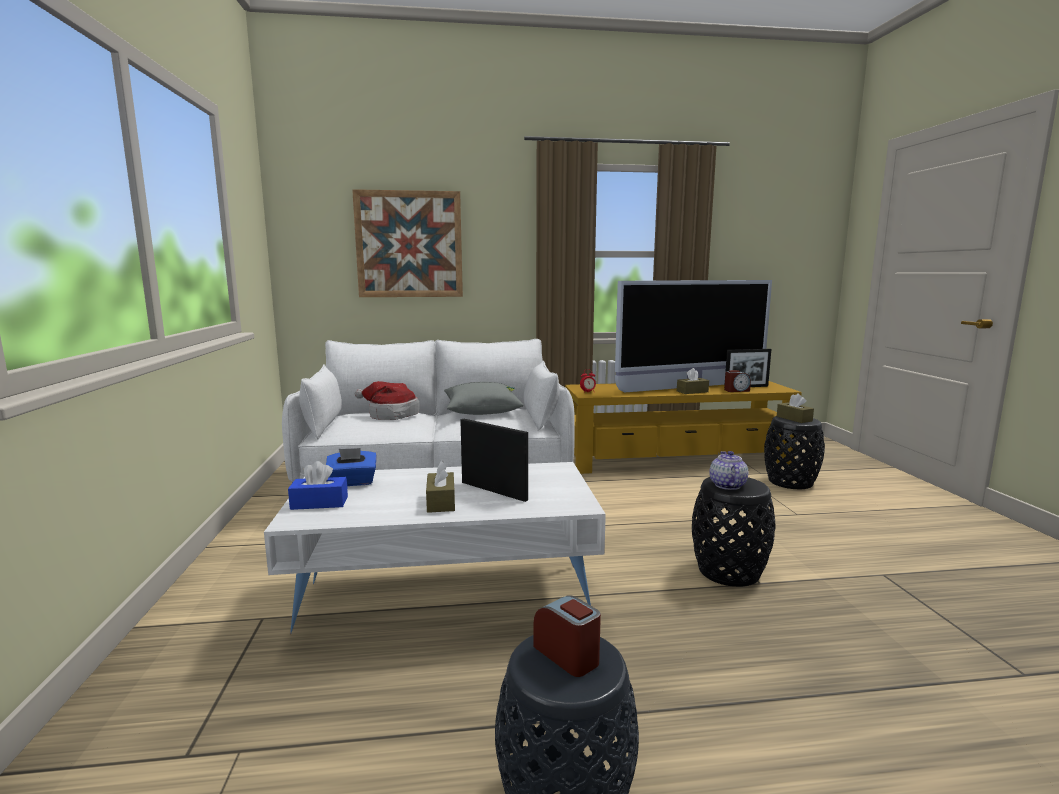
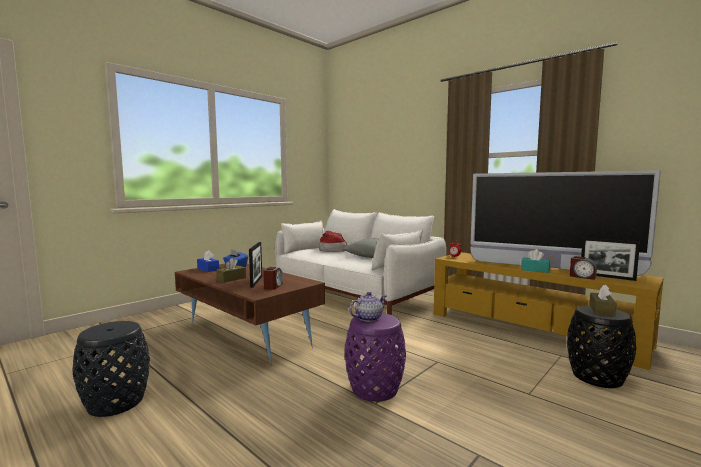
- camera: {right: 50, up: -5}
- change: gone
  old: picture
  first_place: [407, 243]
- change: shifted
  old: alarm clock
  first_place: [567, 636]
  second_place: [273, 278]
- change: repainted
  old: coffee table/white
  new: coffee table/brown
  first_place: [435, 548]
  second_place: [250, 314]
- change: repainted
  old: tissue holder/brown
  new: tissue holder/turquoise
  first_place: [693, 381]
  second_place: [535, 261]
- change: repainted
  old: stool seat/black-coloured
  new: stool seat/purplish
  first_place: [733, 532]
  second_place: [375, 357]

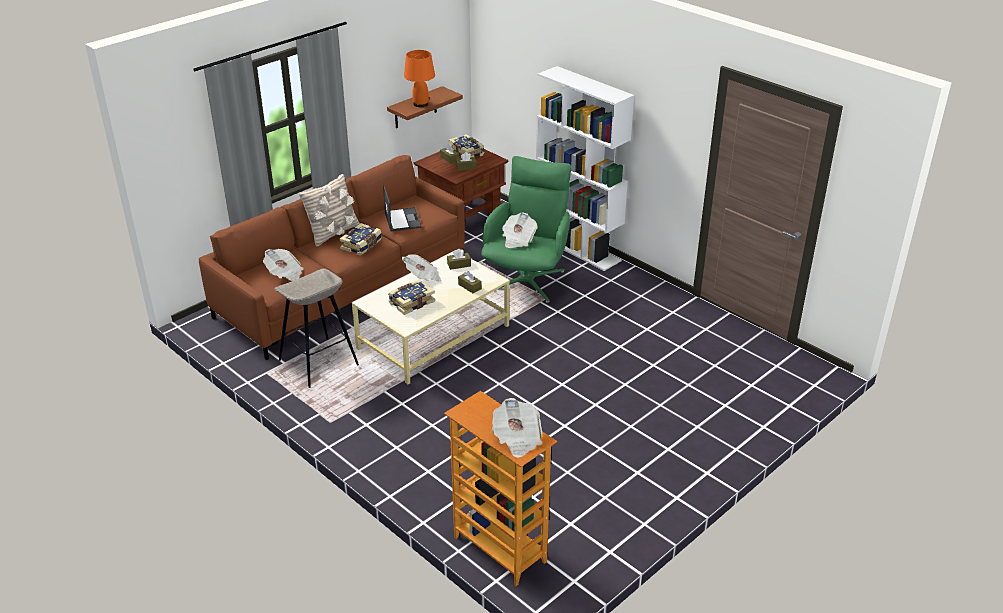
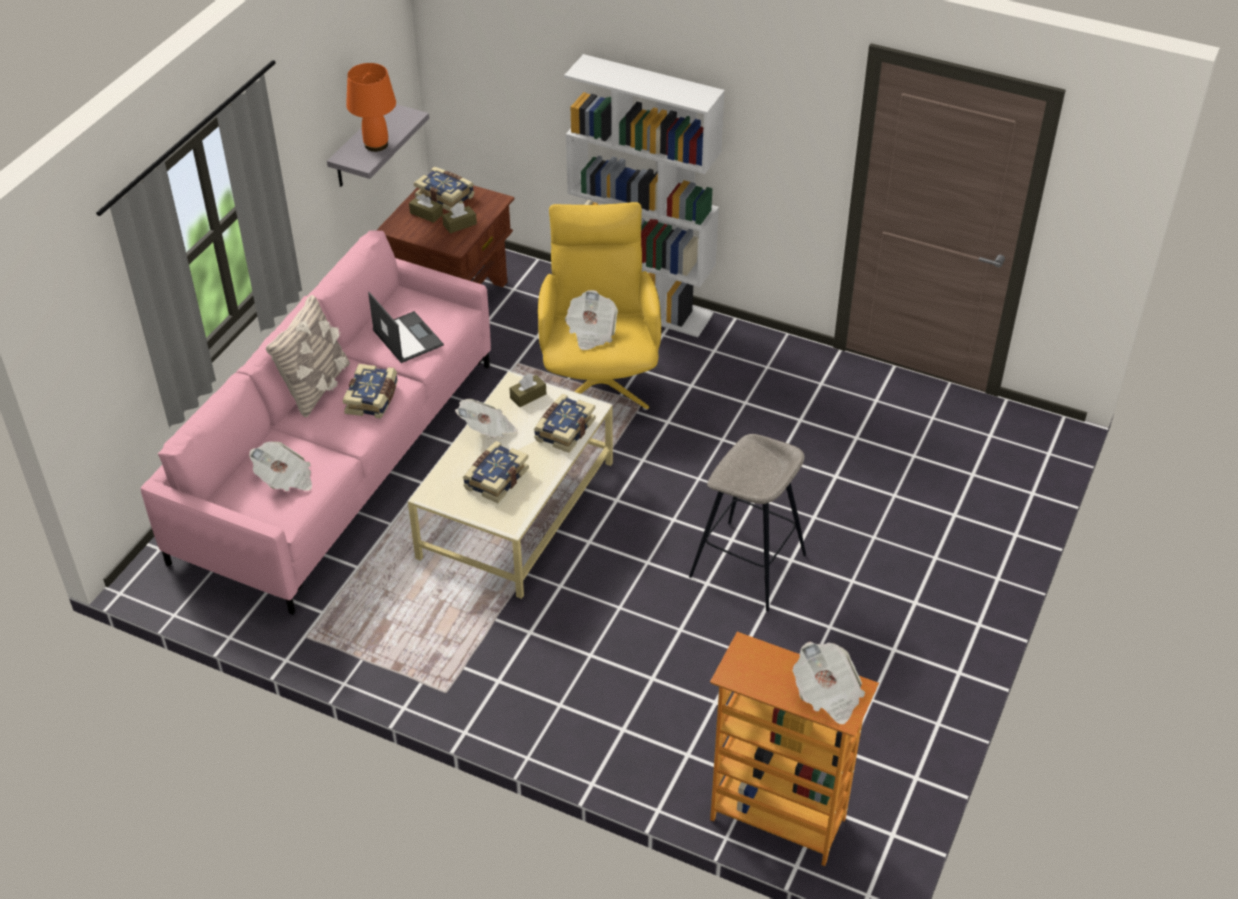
- camera: {right: -20, up: 10}
- change: shifted
  old: stool seat/grey
  first_place: [316, 328]
  second_place: [747, 522]
- change: swapped
  old: tissue holder/brown
  new: bound book
  first_place: [470, 282]
  second_place: [564, 423]
- change: repainted
  old: couch/brown
  new: couch/pink
  first_place: [331, 257]
  second_place: [316, 422]
- change: repainted
  old: shelf/brown
  new: shelf/grey
  first_place: [425, 107]
  second_place: [378, 145]
- change: repainted
  old: lounge chair/green-coloured
  new: lounge chair/yellow-coloured
  first_place: [526, 229]
  second_place: [599, 306]

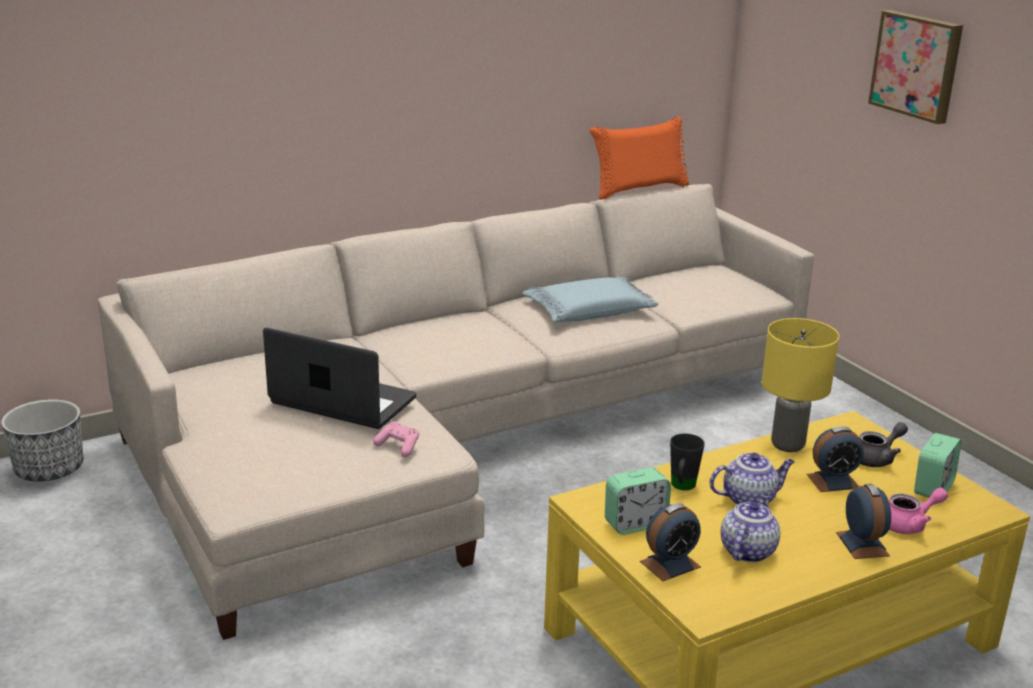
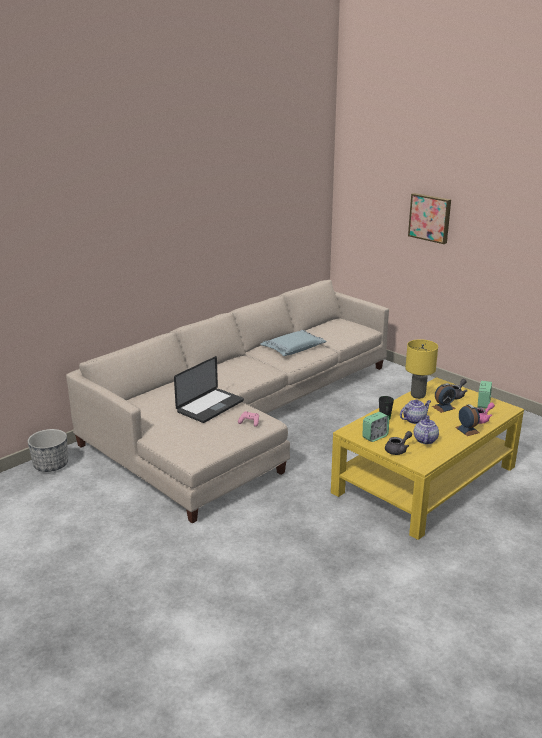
- camera: {right: -15, up: 0}
- change: gone
  old: cushion/orange
  first_place: [639, 158]
- change: swapped
  old: alarm clock
  new: teapot/grey
  first_place: [670, 542]
  second_place: [398, 443]
- change: rotated
  old: laptop
  first_place: [339, 378]
  second_place: [209, 389]
  degrees: 120

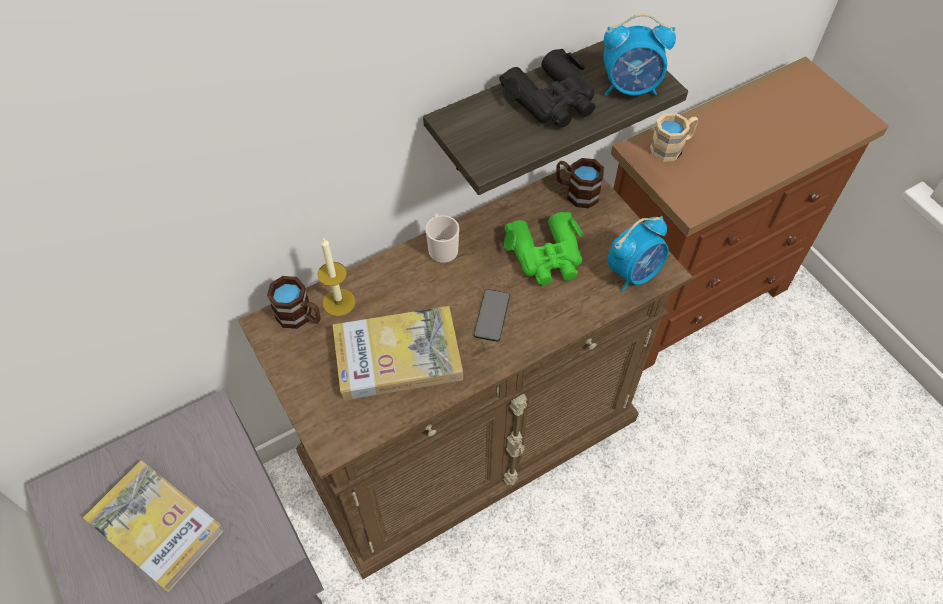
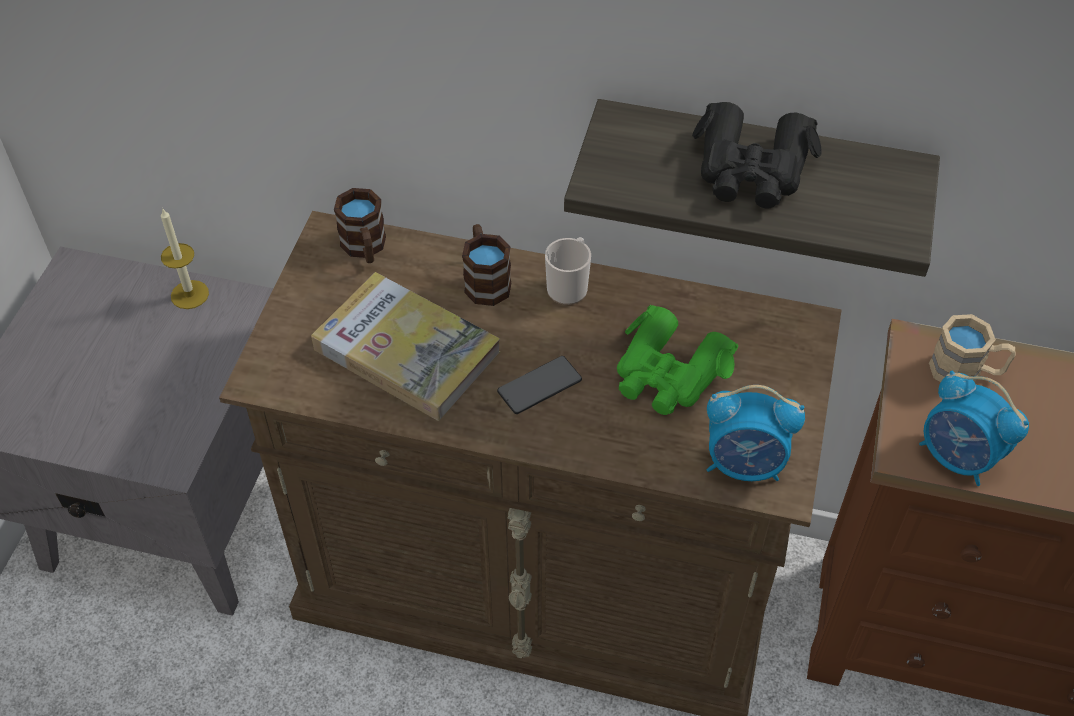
- camera: {right: 45, up: -5}
- change: gone
  old: bound book
  first_place: [153, 526]
- change: shifted
  old: wax candle
  first_place: [336, 276]
  second_place: [185, 259]
- change: shifted
  old: coffee mug/brown
  first_place: [580, 183]
  second_place: [486, 265]
- change: shifted
  old: alarm clock
  first_place: [640, 55]
  second_place: [974, 428]

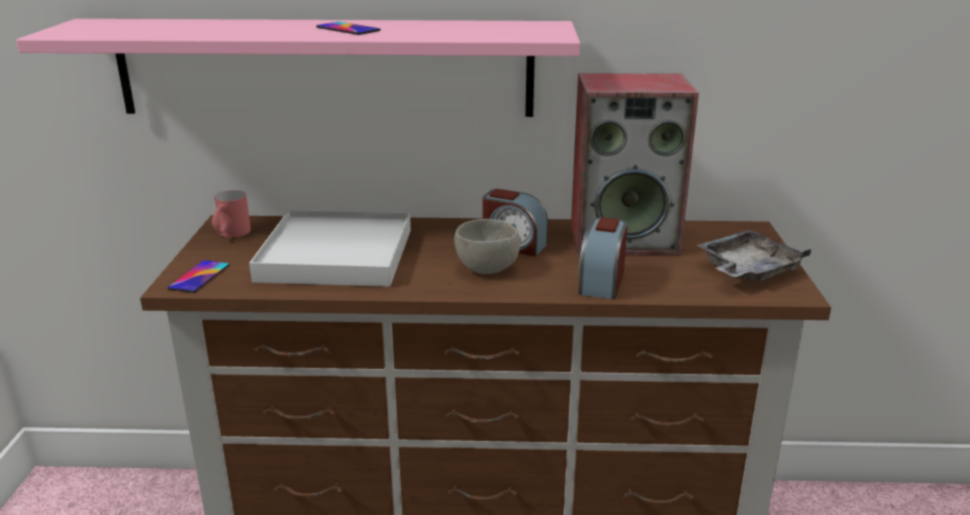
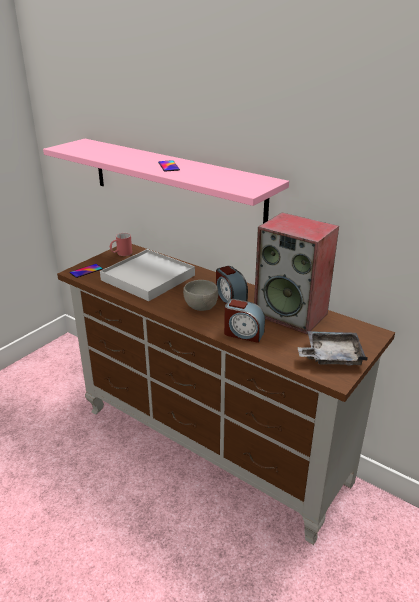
- camera: {right: 35, up: 5}
- change: rotated
  old: alarm clock
  first_place: [603, 258]
  second_place: [244, 321]
  degrees: -120

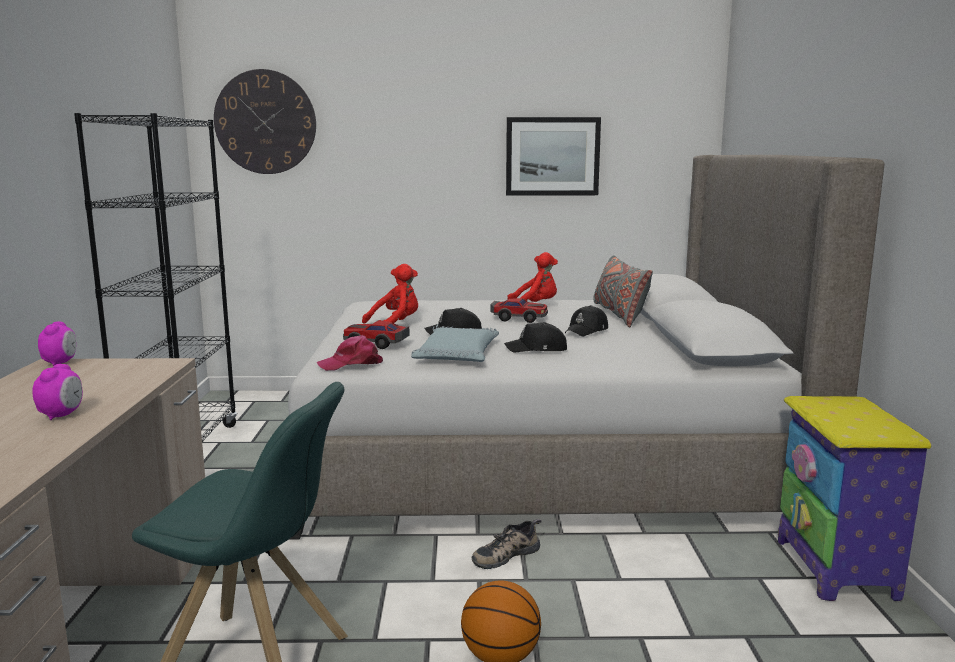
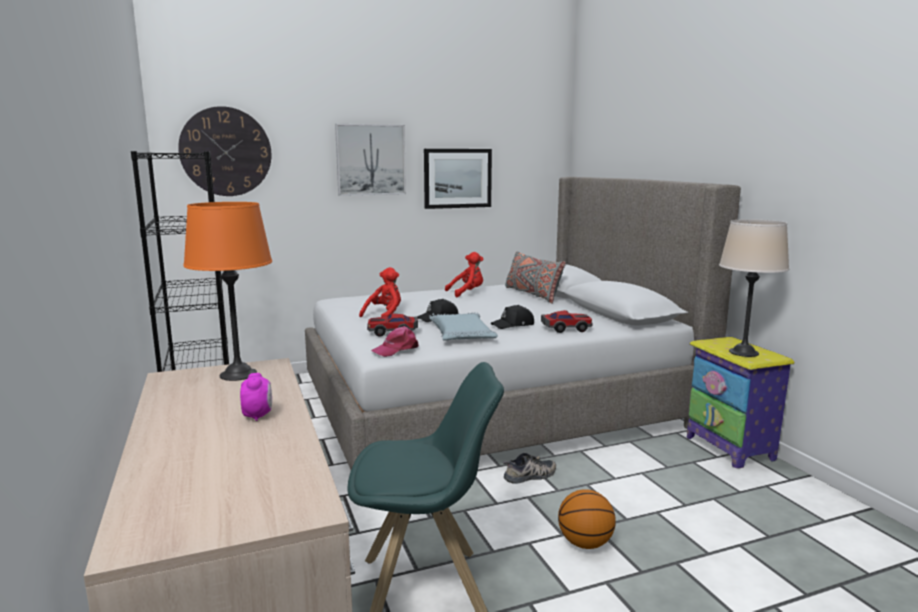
- camera: {right: -20, up: 0}
- change: gone
  old: alarm clock
  first_place: [57, 344]
- change: gone
  old: baseball cap/black-coloured
  first_place: [586, 320]
- change: new
  new: lamp for a table/orange
  second_place: [227, 291]
- change: new
  new: picture
  second_place: [370, 160]
- change: new
  new: lamp for a table/beige
  second_place: [754, 288]
- change: shifted
  old: model car
  first_place: [519, 310]
  second_place: [567, 321]
- change: rotated
  old: low shoe
  first_place: [507, 544]
  second_place: [529, 468]
  degrees: -150

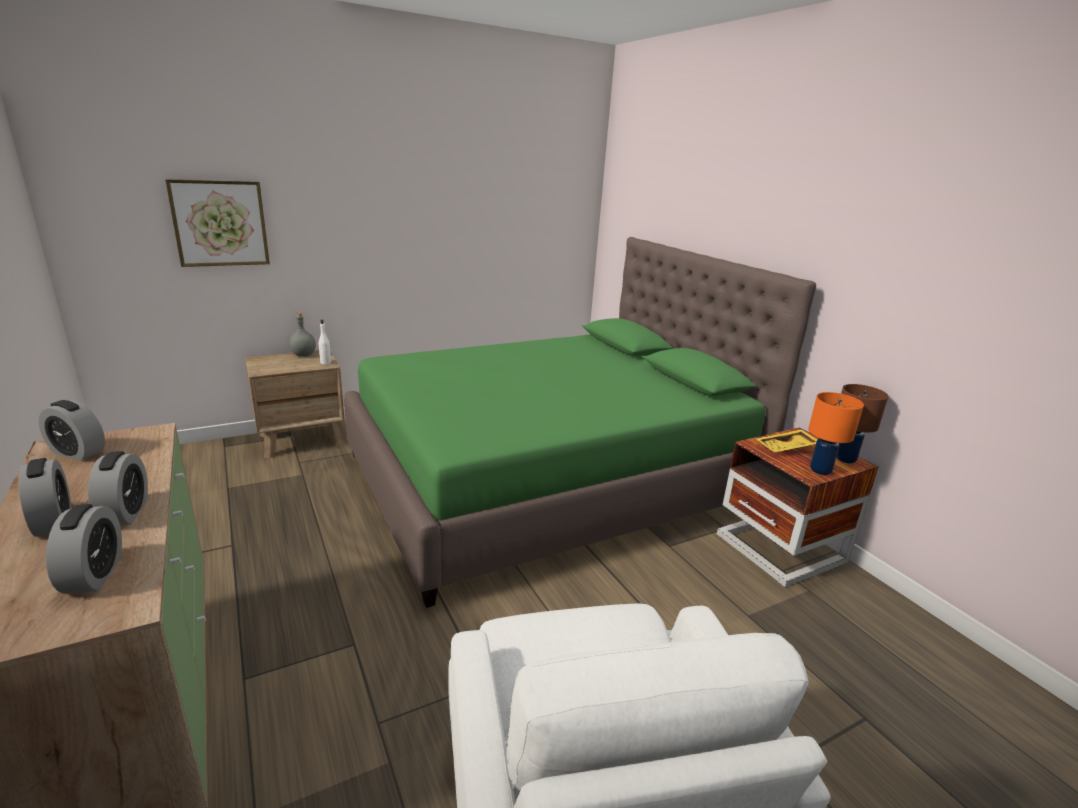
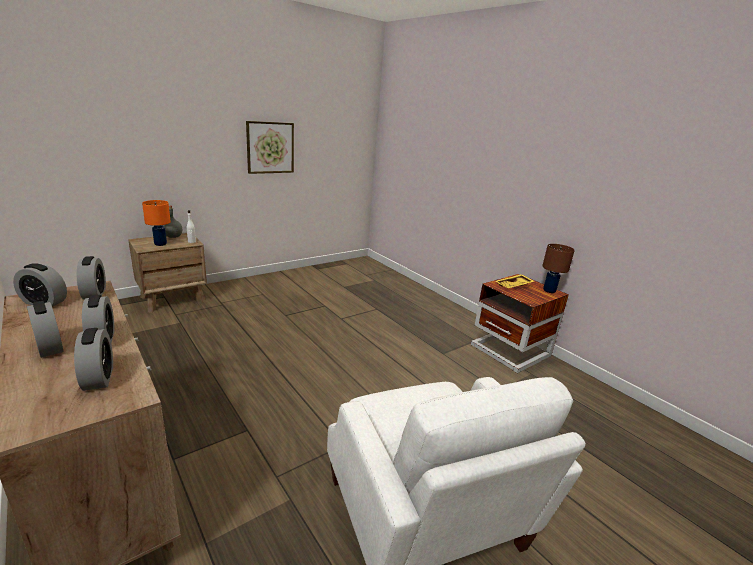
- camera: {right: -10, up: 0}
- change: gone
  old: sleeping bed/green-coloured
  first_place: [580, 422]
- change: new
  new: alarm clock
  second_place: [91, 278]
- change: shifted
  old: picture
  first_place: [217, 223]
  second_place: [270, 147]
- change: shifted
  old: lamp for a table/orange
  first_place: [836, 433]
  second_place: [156, 223]

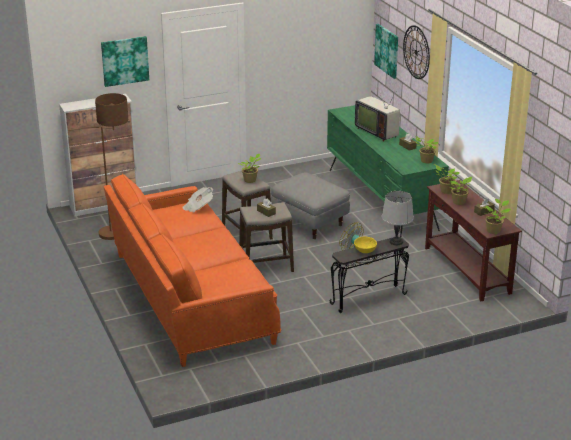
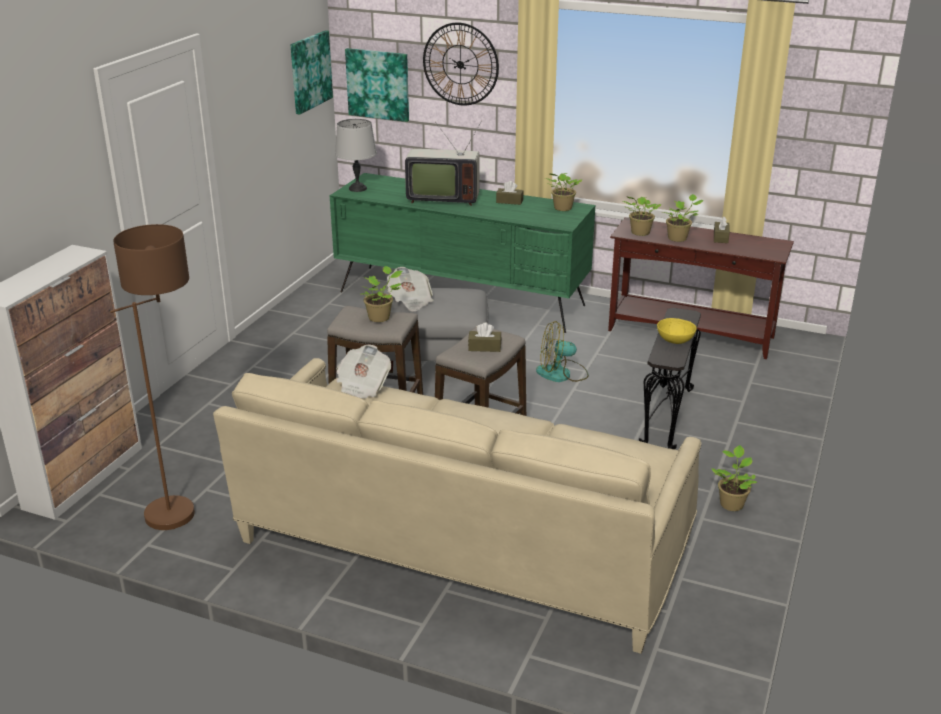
- camera: {right: -45, up: 0}
- change: new
  new: daily paper
  second_place: [410, 289]
- change: shifted
  old: picture
  first_place: [125, 61]
  second_place: [311, 72]
- change: shifted
  old: lamp for a table/grey
  first_place: [398, 218]
  second_place: [356, 155]
- change: shifted
  old: potted plant
  first_place: [497, 216]
  second_place: [734, 478]
- change: repainted
  old: couch/orange
  new: couch/beige
  first_place: [192, 270]
  second_place: [457, 506]

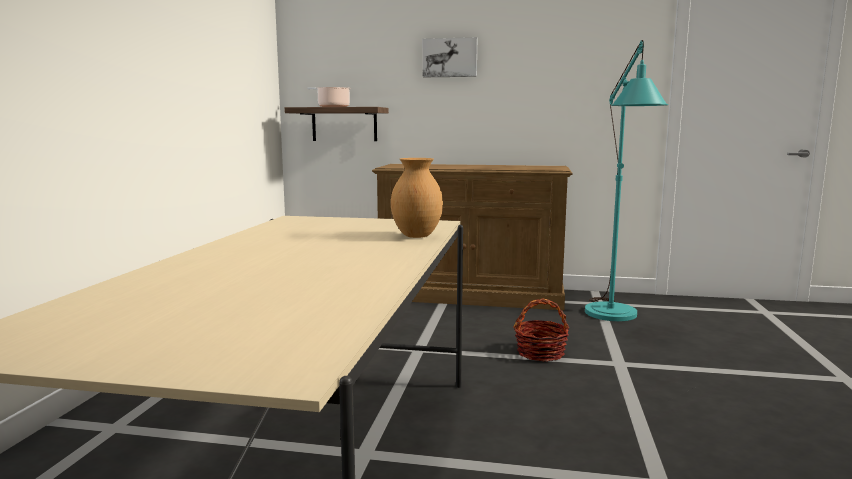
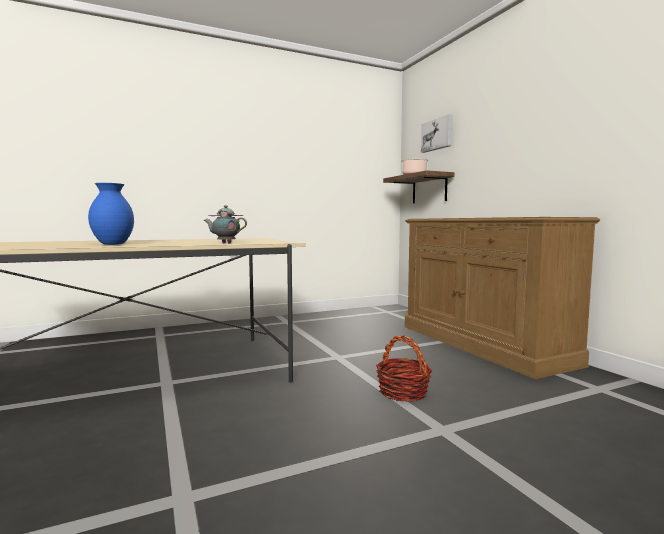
- camera: {right: 55, up: -5}
- change: gone
  old: floor lamp/turquoise
  first_place: [626, 180]
- change: new
  new: decorative vase/blue
  second_place: [111, 214]
- change: shifted
  old: picture
  first_place: [449, 57]
  second_place: [436, 134]
- change: swapped
  old: decorative vase/brown
  new: teapot
  first_place: [417, 198]
  second_place: [225, 224]

